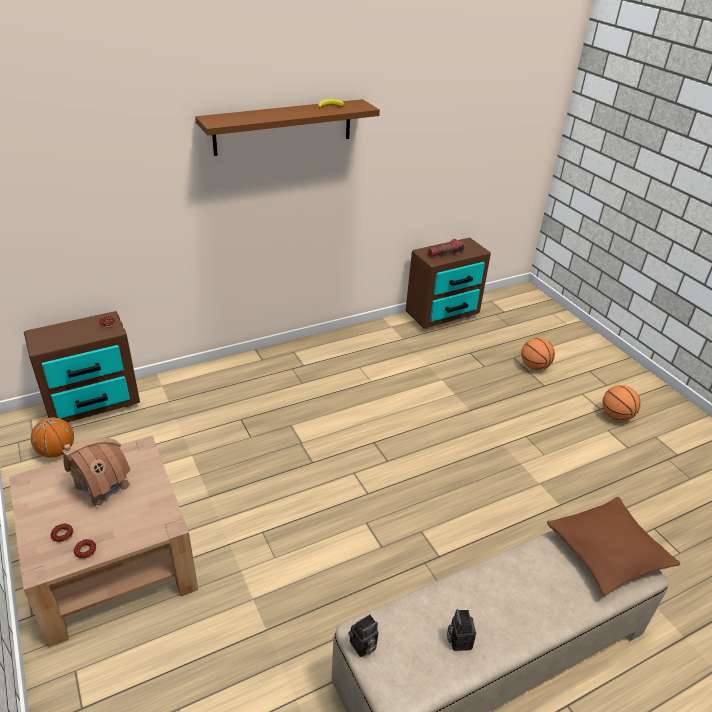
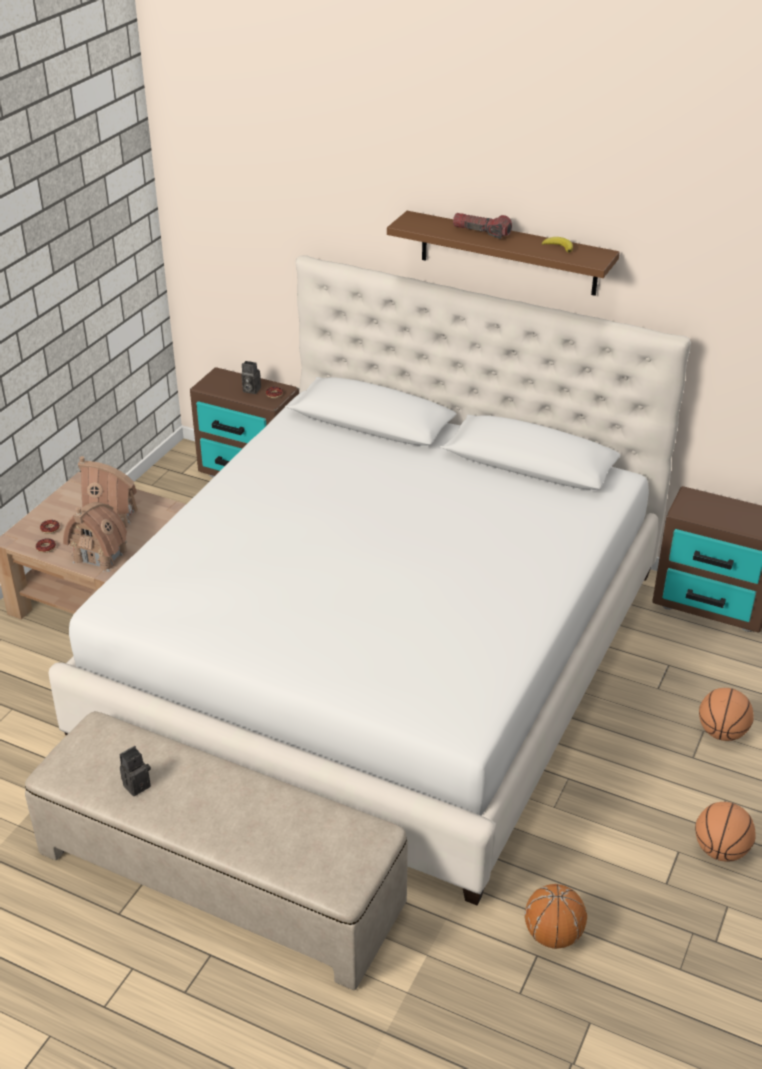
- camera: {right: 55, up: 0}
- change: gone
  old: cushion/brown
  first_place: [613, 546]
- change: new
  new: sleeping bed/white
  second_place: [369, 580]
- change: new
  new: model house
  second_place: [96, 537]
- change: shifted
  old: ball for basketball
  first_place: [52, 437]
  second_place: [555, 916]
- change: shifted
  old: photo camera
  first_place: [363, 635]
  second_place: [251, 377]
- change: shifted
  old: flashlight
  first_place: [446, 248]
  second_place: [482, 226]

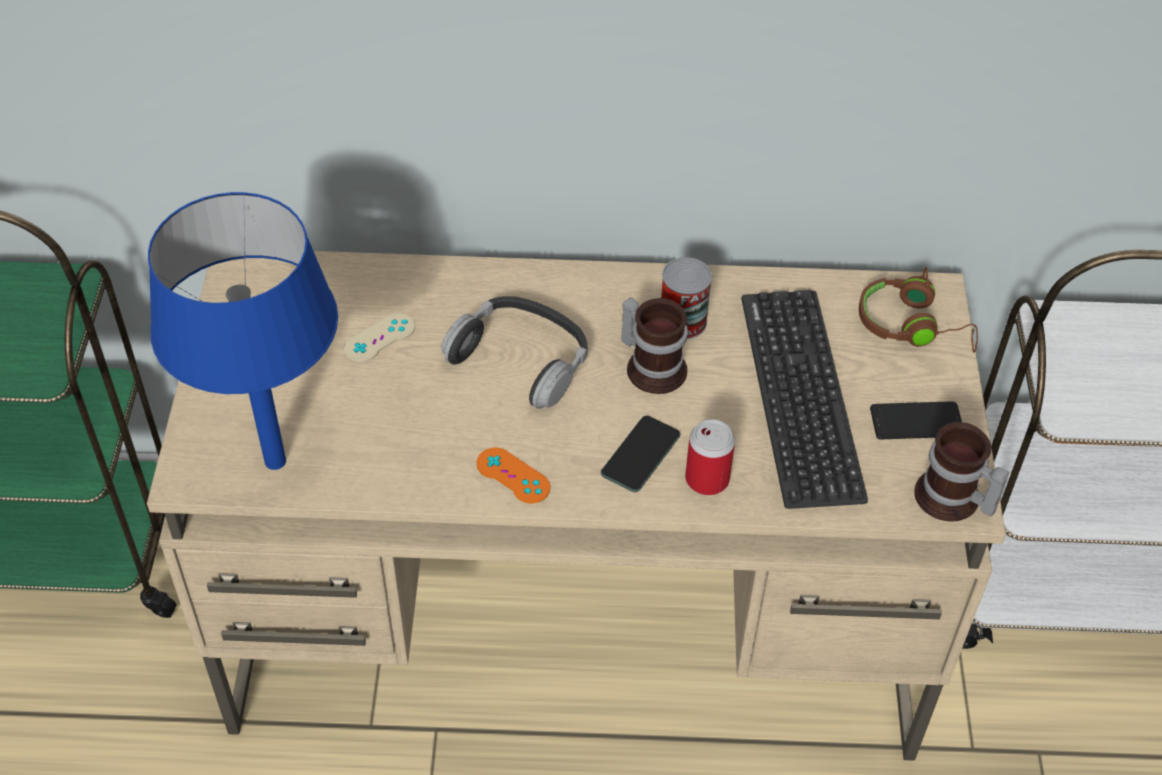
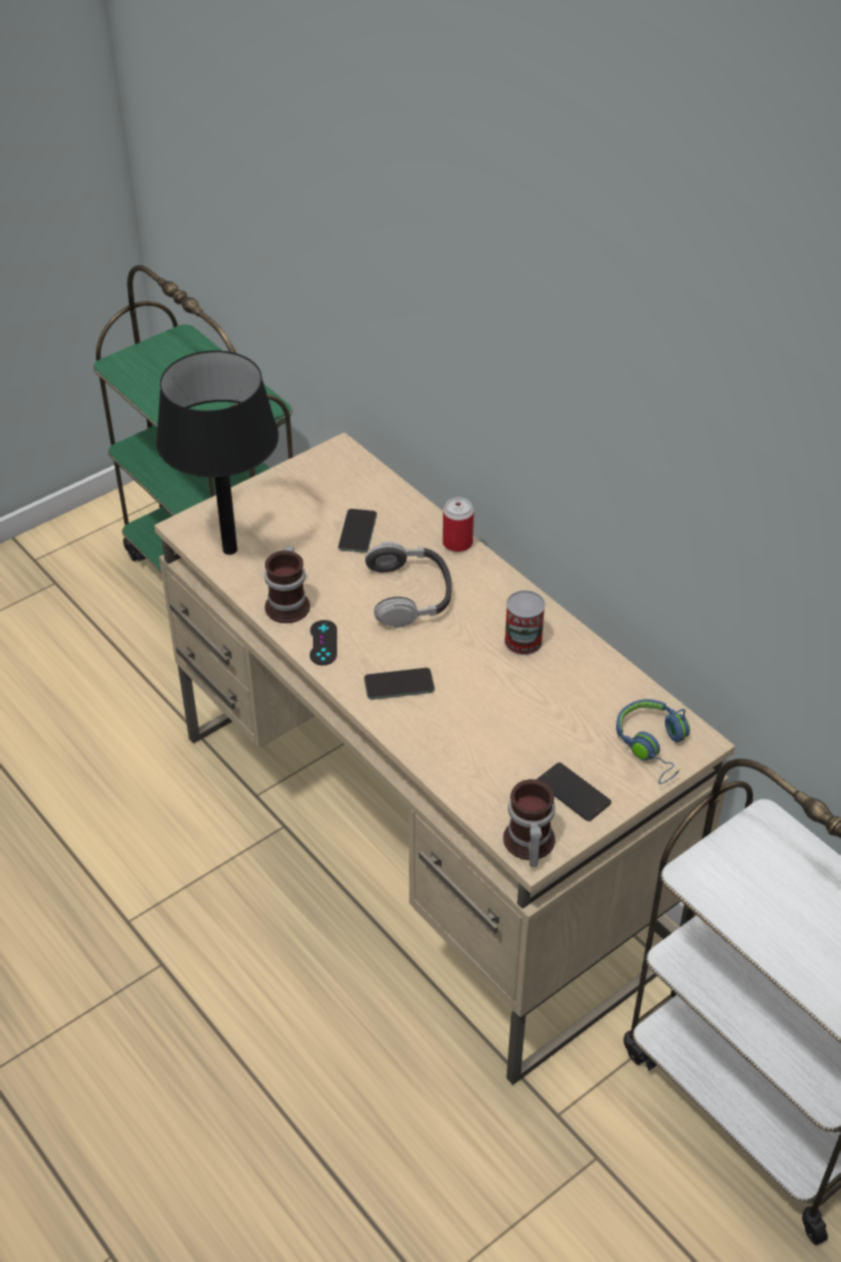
- camera: {right: 50, up: -5}
- change: gone
  old: computer keyboard
  first_place: [804, 399]
- change: shifted
  old: coffee mug
  first_place: [655, 345]
  second_place: [287, 584]
- change: shifted
  old: metal can
  first_place: [710, 457]
  second_place: [458, 524]
- change: swapped
  old: game controller/beige
  new: phone
  first_place: [379, 337]
  second_place: [357, 531]
- change: repainted
  old: lamp for a table/blue
  new: lamp for a table/black-coloured
  first_place: [243, 331]
  second_place: [217, 452]
- change: repainted
  old: game controller/orange
  new: game controller/black-coloured
  first_place: [513, 475]
  second_place: [323, 642]
- change: repainted
  old: pair of headphones/brown
  new: pair of headphones/blue
  first_place: [918, 310]
  second_place: [653, 741]

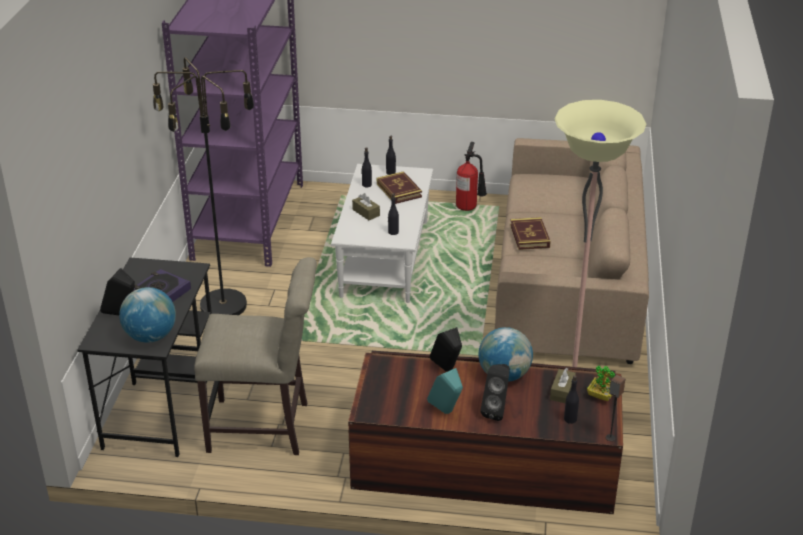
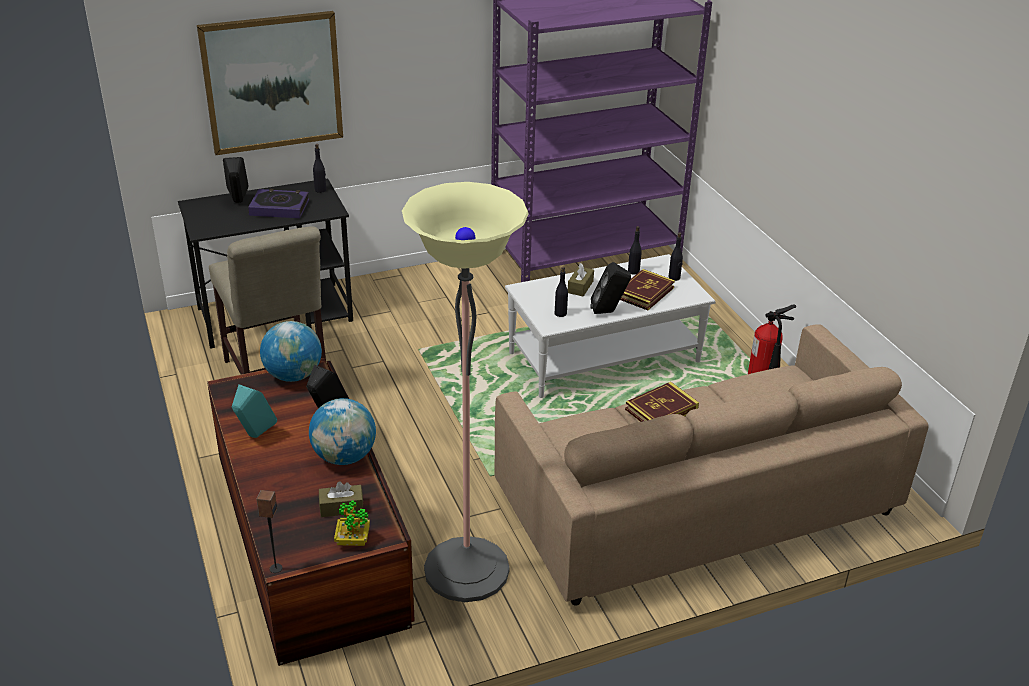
- camera: {right: 60, up: 0}
- change: gone
  old: floor lamp
  first_place: [203, 186]
- change: new
  new: picture
  second_place: [270, 83]
- change: shifted
  old: world globe
  first_place: [147, 315]
  second_place: [291, 351]
- change: shifted
  old: audio speaker/black-coloured
  first_place: [495, 392]
  second_place: [610, 288]
- change: shifted
  old: drink bottle/black-coloured
  first_place: [571, 399]
  second_place: [319, 168]

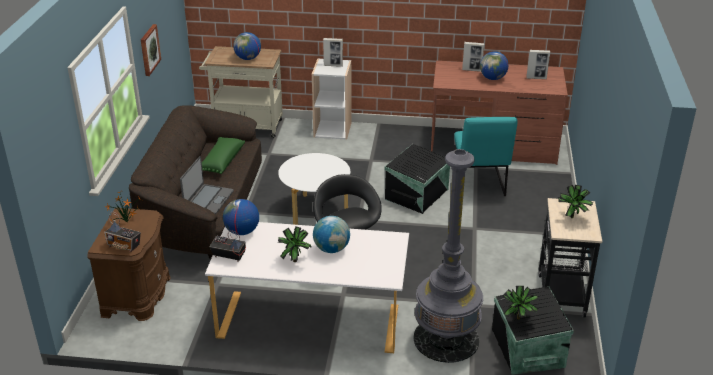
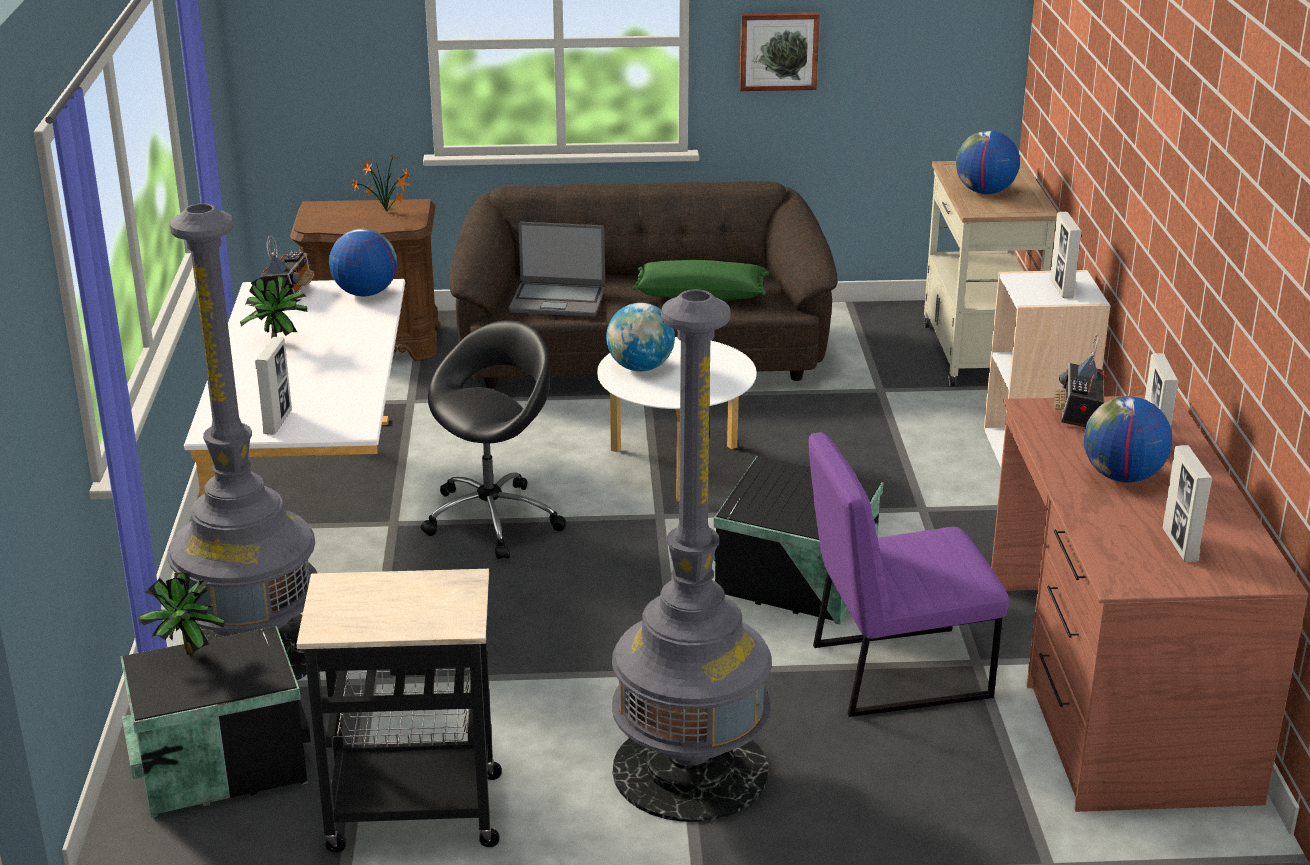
- camera: {right: 80, up: -5}
- change: gone
  old: potted plant
  first_place: [575, 201]
- change: new
  new: picture frame
  second_place: [273, 386]
- change: new
  new: floor lamp/grey
  second_place: [692, 555]
- change: shifted
  old: radio receiver
  first_place: [122, 232]
  second_place: [1079, 380]
- change: shifted
  old: world globe
  first_place: [331, 234]
  second_place: [640, 337]
- change: repainted
  old: upright chair/turquoise
  new: upright chair/purplish
  first_place: [486, 156]
  second_place: [909, 574]

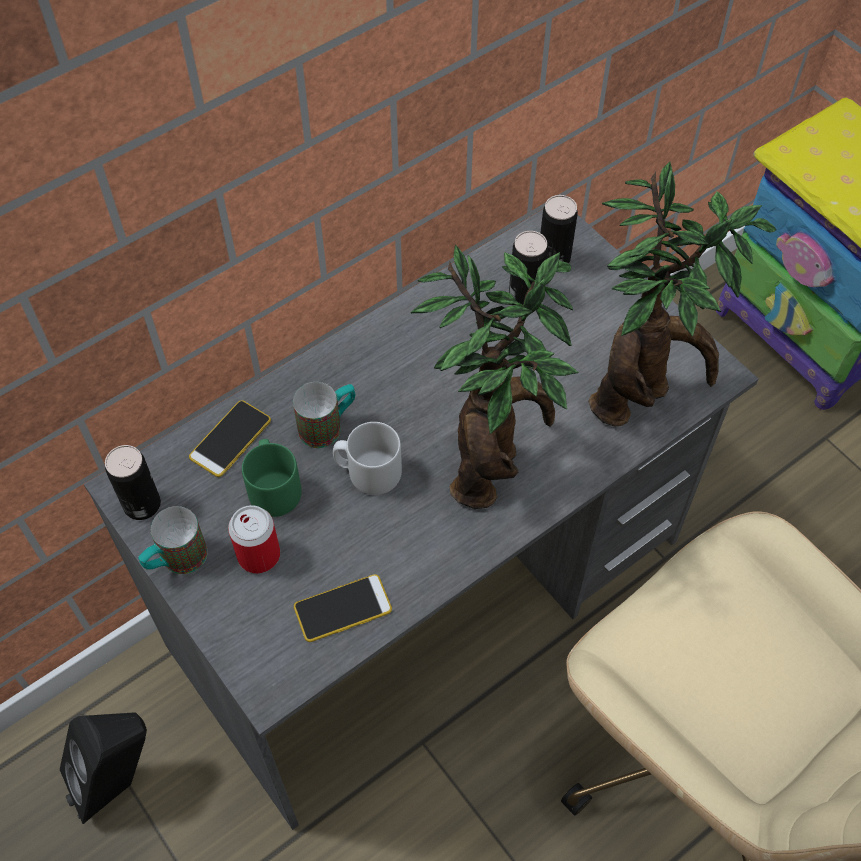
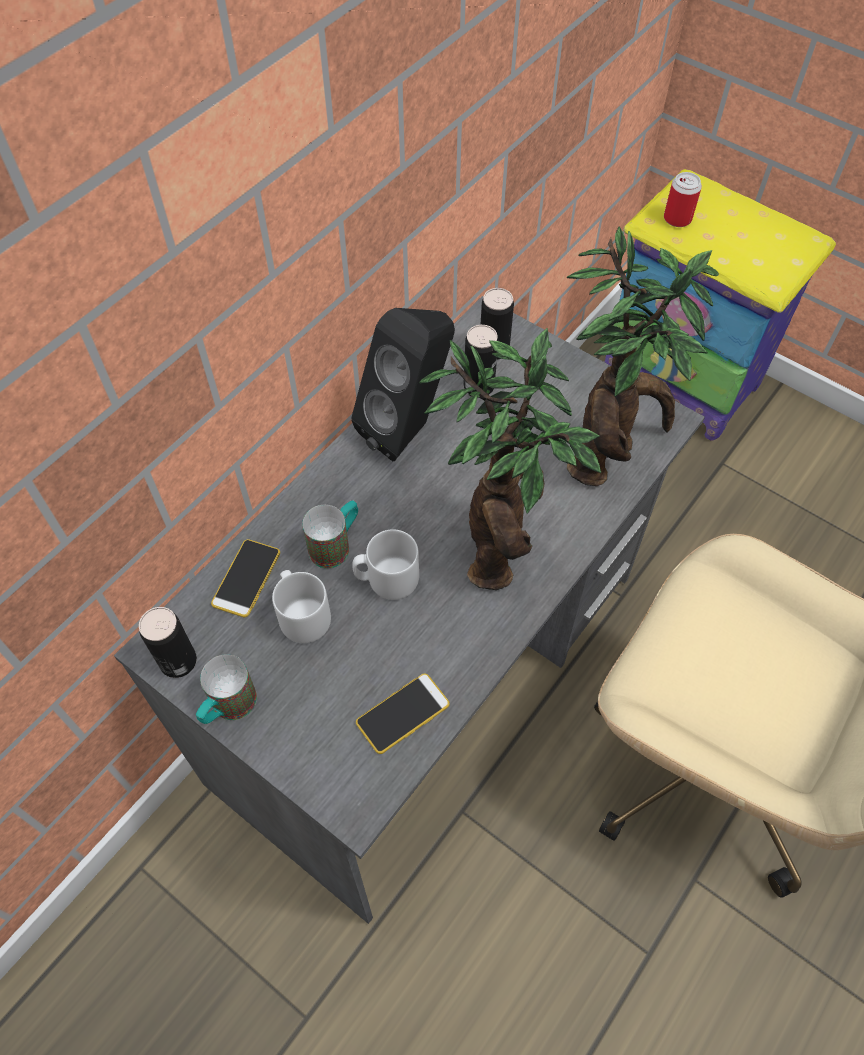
- camera: {right: -15, up: 0}
- change: shifted
  old: audio speaker/black-coloured
  first_place: [103, 768]
  second_place: [403, 384]
- change: shifted
  old: metal can
  first_place: [254, 539]
  second_place: [683, 199]
- change: repainted
  old: coffee mug/green-coloured
  new: coffee mug/grey
  first_place: [272, 478]
  second_place: [301, 606]

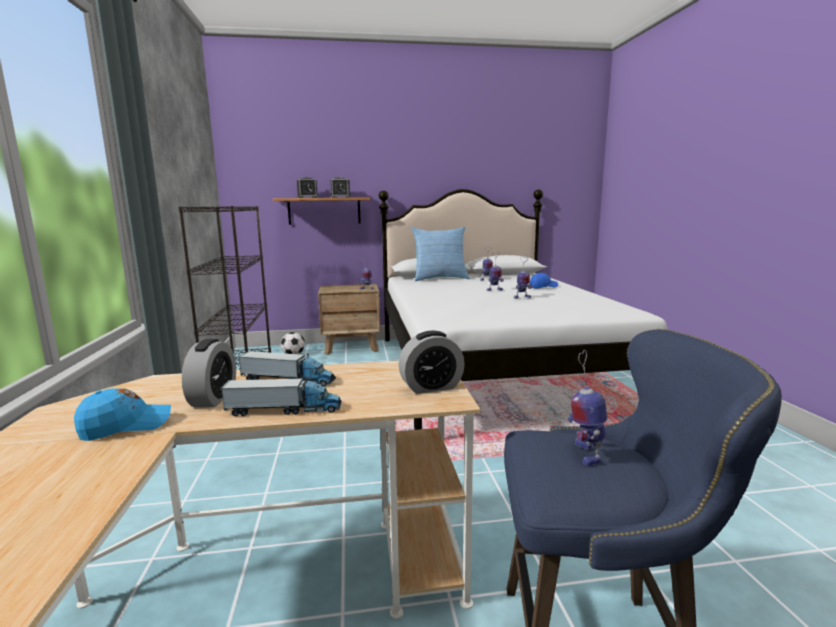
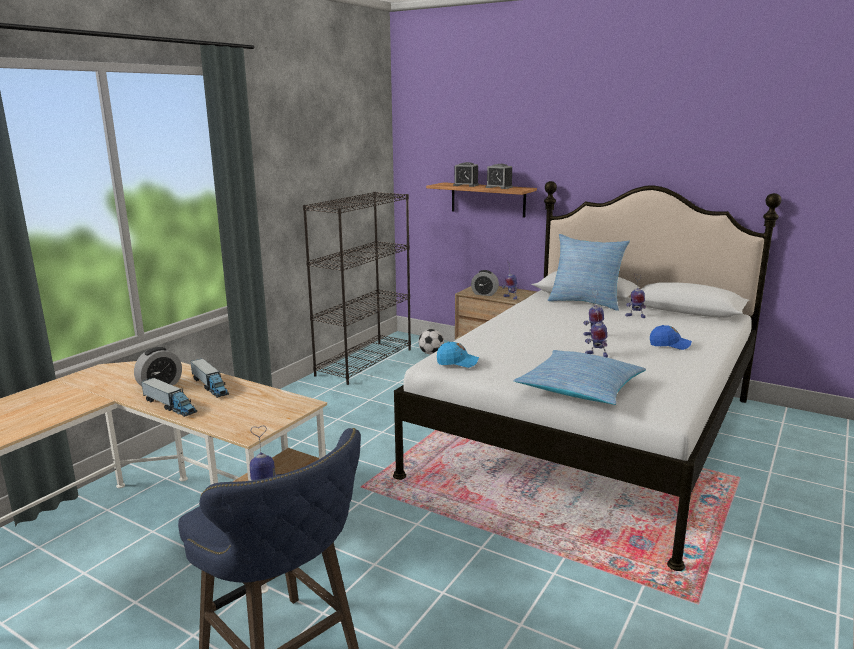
- camera: {right: 40, up: 5}
- change: new
  new: cushion
  second_place: [580, 377]
- change: shifted
  old: baseball cap/blue
  first_place: [122, 414]
  second_place: [458, 355]
- change: shifted
  old: alarm clock
  first_place: [431, 362]
  second_place: [485, 283]

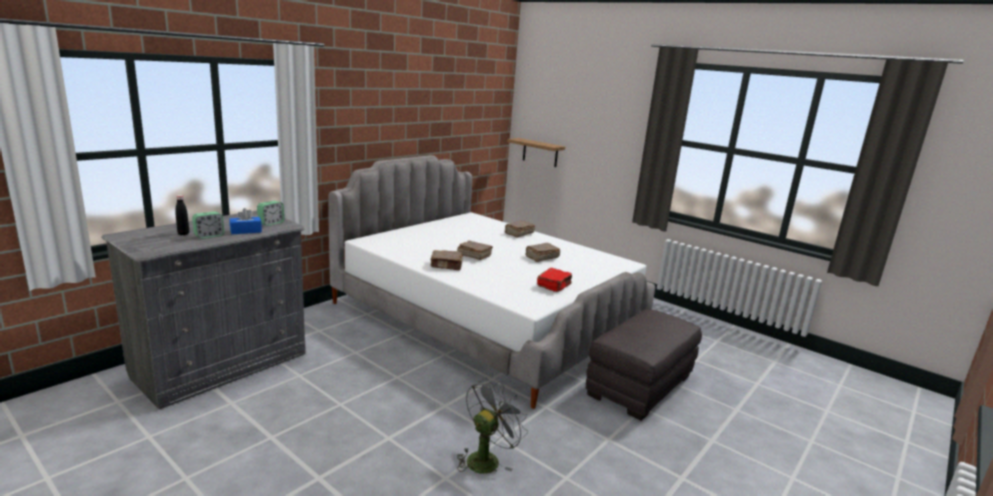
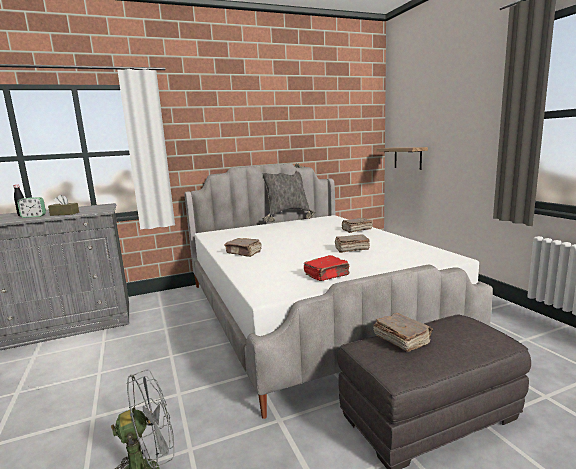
- camera: {right: 30, up: -5}
- change: gone
  old: alarm clock
  first_place: [270, 213]
- change: new
  new: cushion
  second_place: [288, 192]
- change: shifted
  old: bound book/brown
  first_place: [475, 250]
  second_place: [403, 332]
- change: repainted
  old: tissue holder/blue
  new: tissue holder/brown
  first_place: [245, 221]
  second_place: [63, 205]

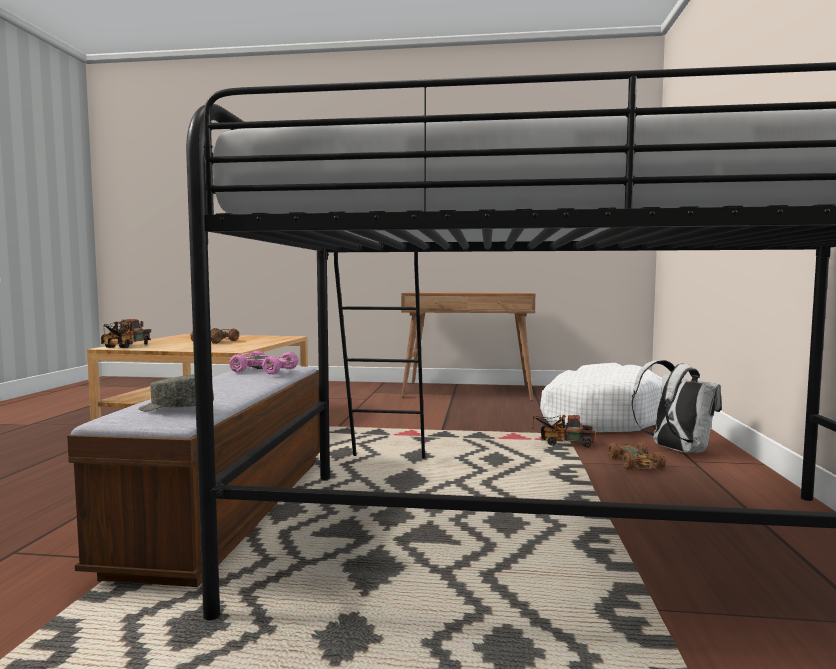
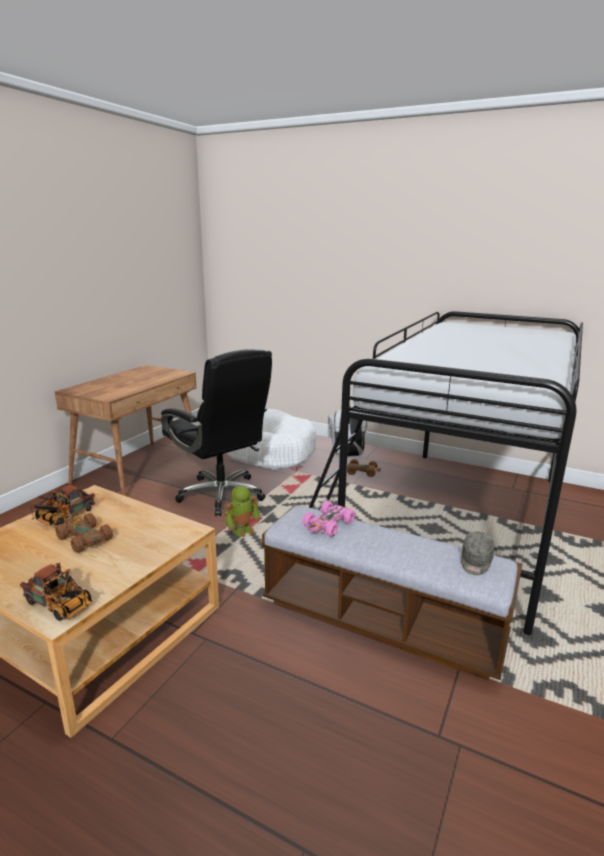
- camera: {right: -70, up: 15}
- change: new
  new: office chair/black-coloured
  second_place: [216, 432]
- change: new
  new: toy robot
  second_place: [242, 511]
- change: shifted
  old: model truck
  first_place: [563, 431]
  second_place: [63, 505]

